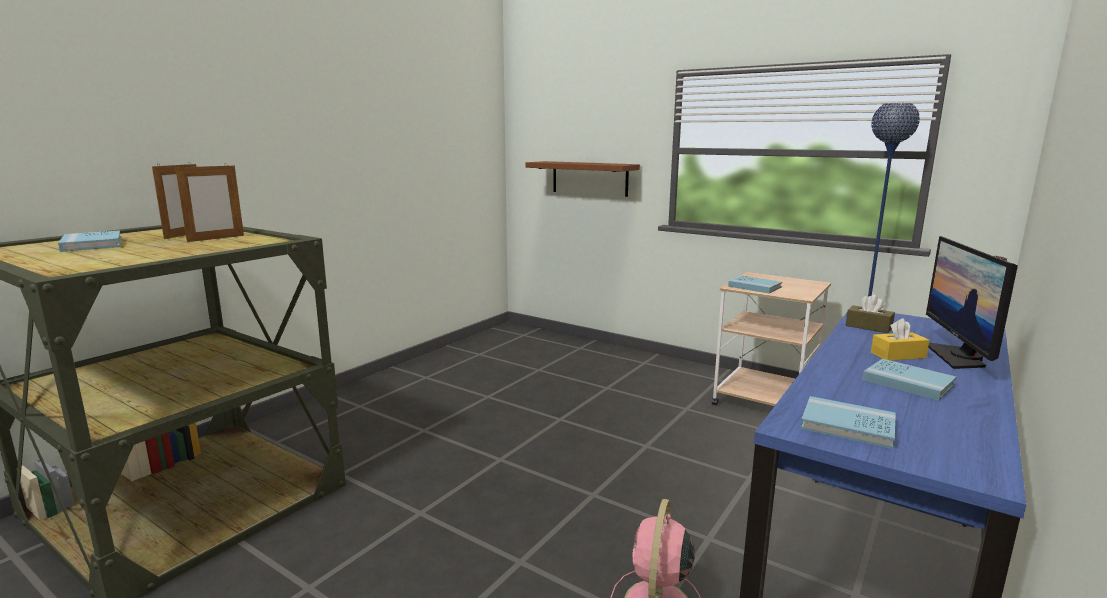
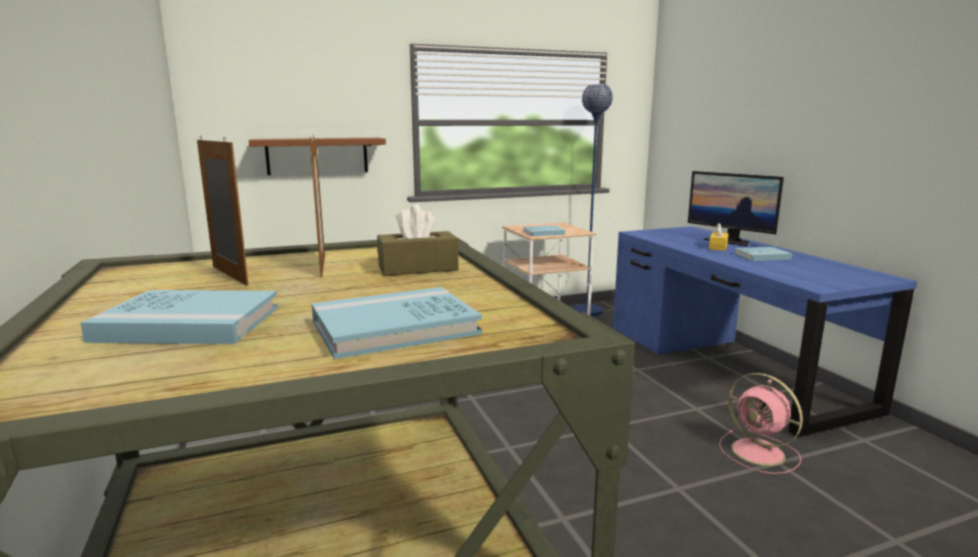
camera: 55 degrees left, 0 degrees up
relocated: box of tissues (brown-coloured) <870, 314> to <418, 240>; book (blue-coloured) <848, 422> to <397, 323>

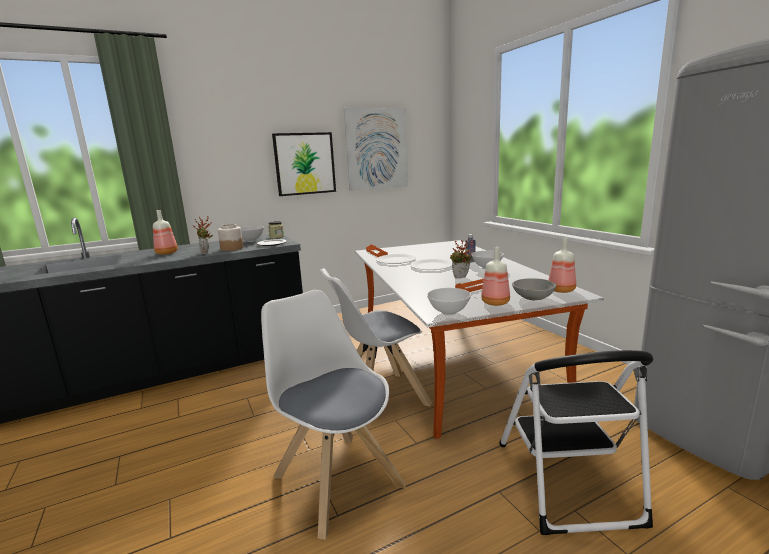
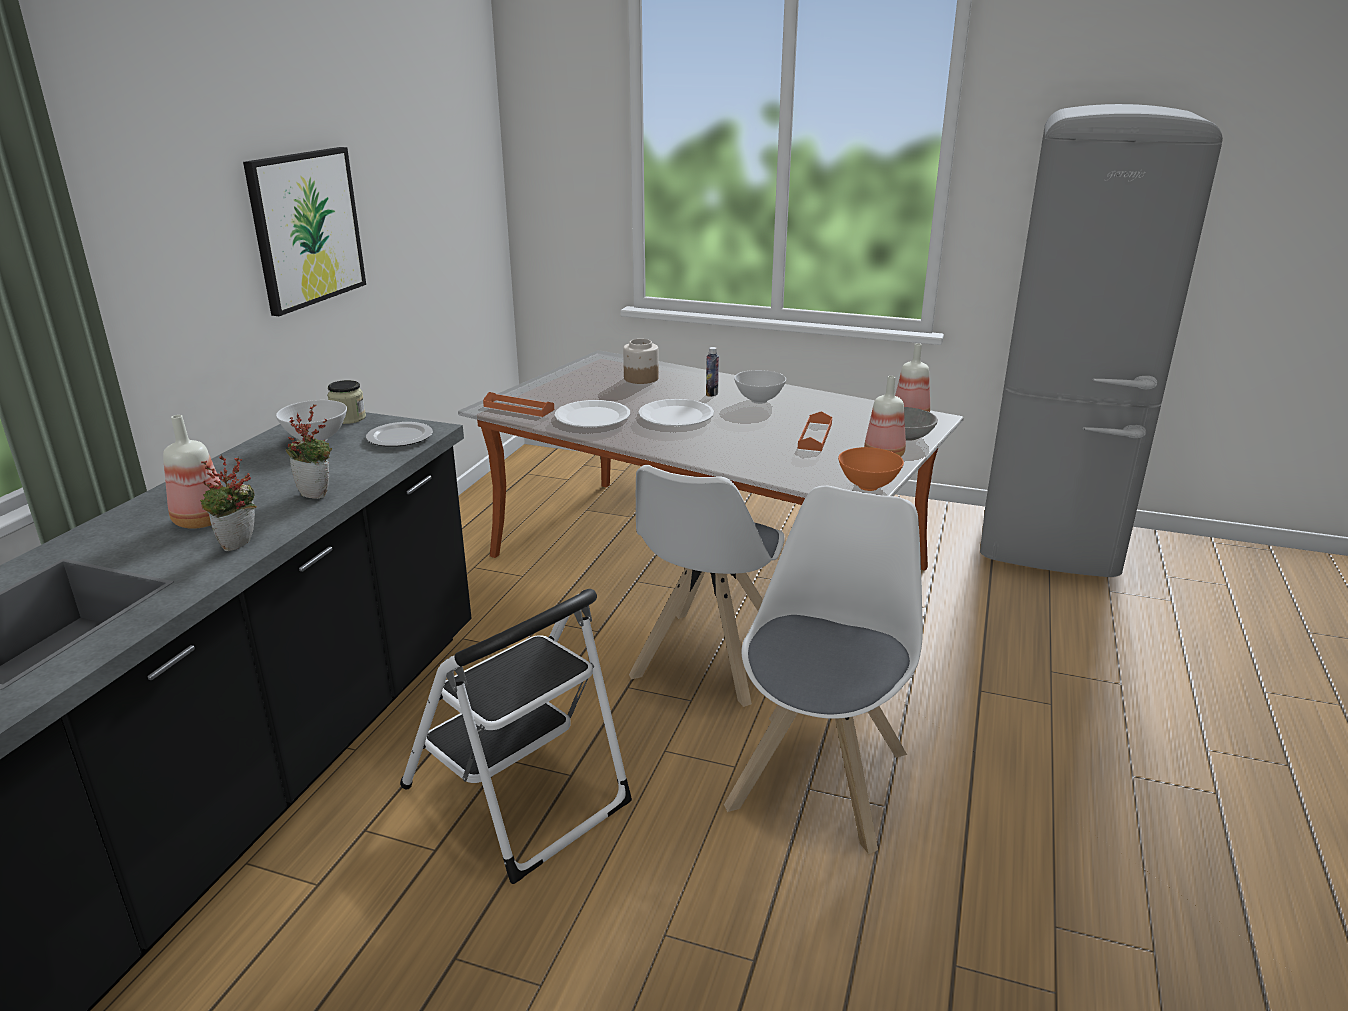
camera: 45 degrees left, 10 degrees up
missing: picture <376, 149>
relocated: preserve jar <230, 237> to <641, 361>; plant in a pot <460, 259> to <228, 503>; step stool <576, 442> to <516, 736>
colour: serving bowl (white) <449, 302> to serving bowl (orangey) <871, 469>
spun: plain chair <333, 415> = <823, 670> 105 degrees clockwise

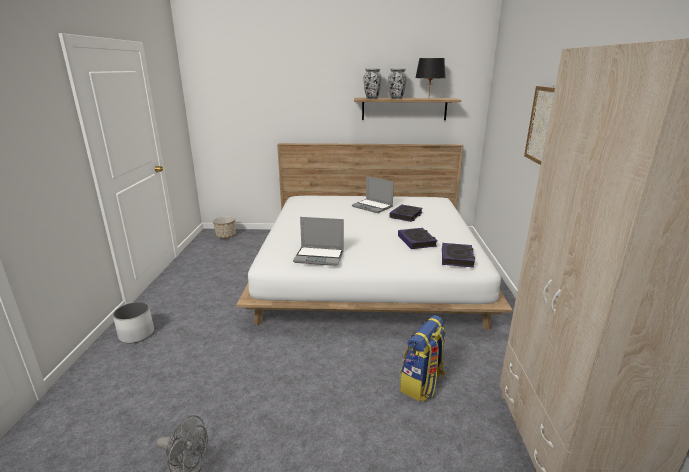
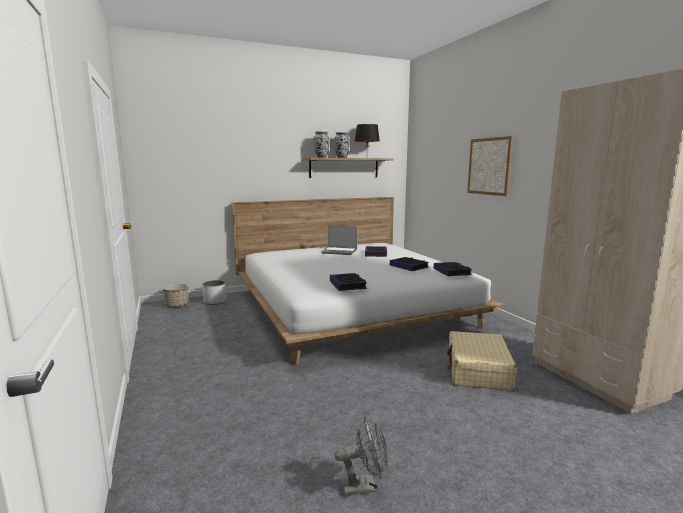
camera: 25 degrees left, 10 degrees down
relocated: plant pot (white) <133, 322> to <214, 292>
exchanged: notebook computer <318, 241> to book <348, 282>; backpack <423, 358> to travel case (beige) <482, 361>

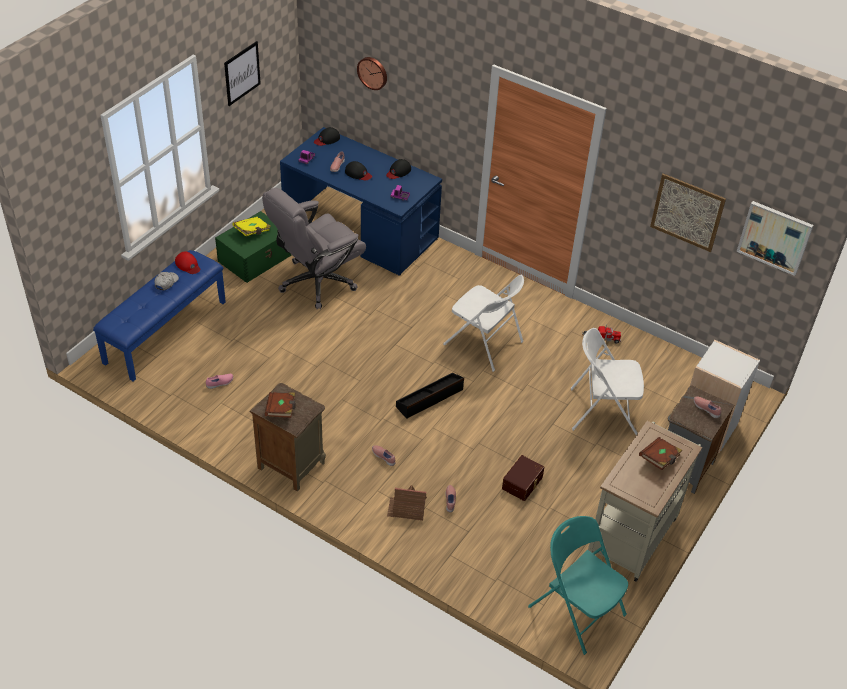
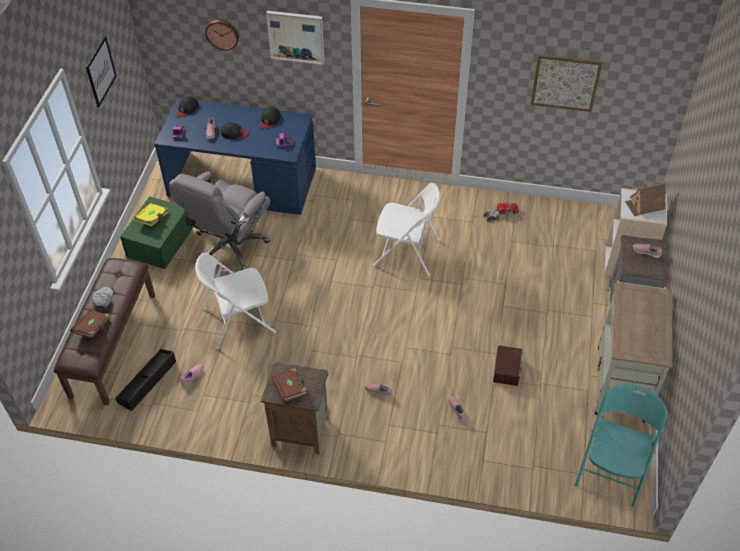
camera: 20 degrees left, 5 degrees up
missing: cap (red-coloured) <187, 262>
relocated: picture <775, 238> to <295, 38>; plain chair (white) <607, 381> to <235, 301>; storage bin (blackish) <430, 396> to <145, 380>; book (brown-coloured) <660, 453> to <90, 323>; miniature house <407, 503> to <645, 199>
colour: indoor bench (blue-coloured) <159, 316> to indoor bench (brown-coloured) <104, 331>
spun: plain chair (blue-green) <578, 585> = <621, 445> 90 degrees clockwise

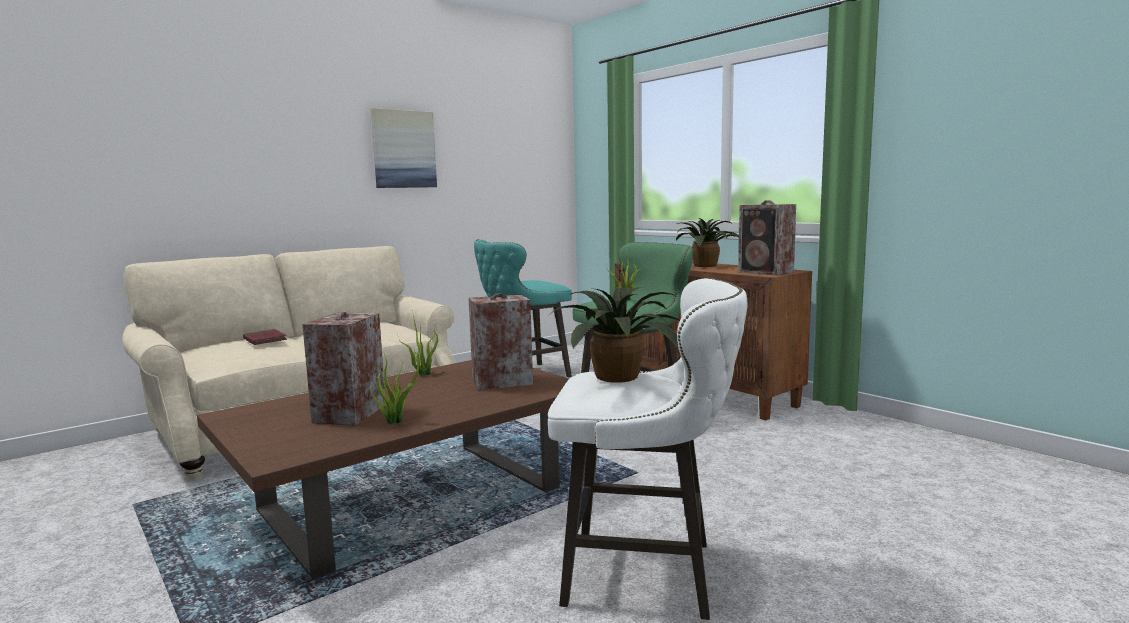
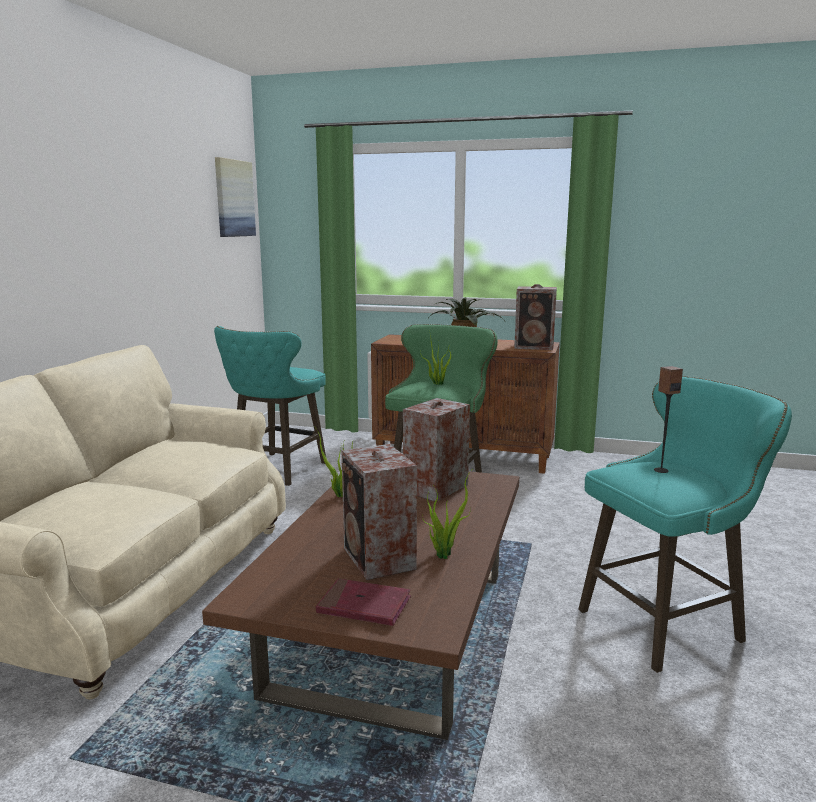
camera: 35 degrees left, 5 degrees up
relocated: picture <404, 148> to <235, 197>; book (red-coloured) <265, 337> to <363, 602>
exchanged: plant in a pot <614, 335> to speaker <668, 419>
colour: sitting stool (white) <648, 449> to sitting stool (blue-green) <685, 524>

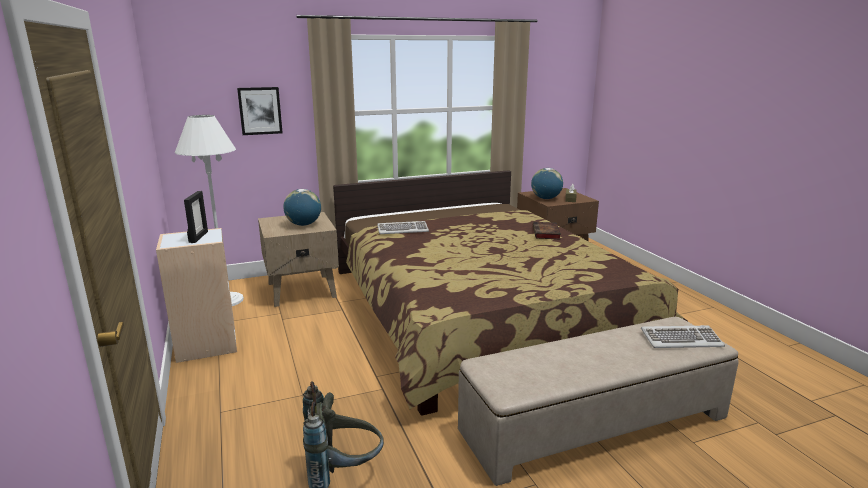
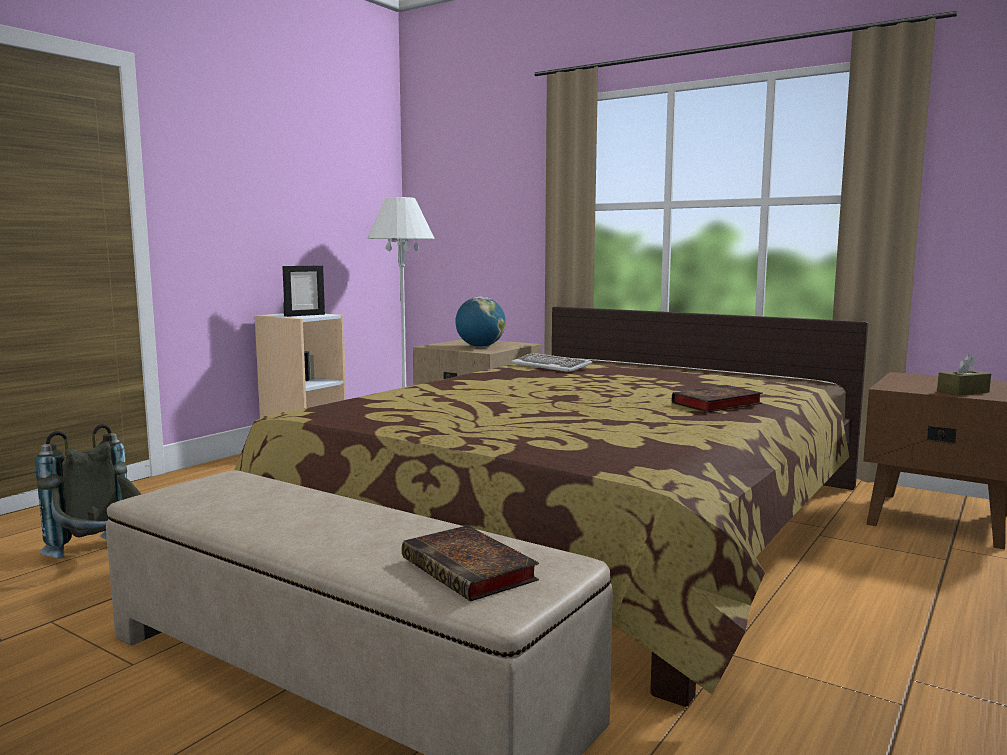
camera: 55 degrees right, 10 degrees down
missing: picture <260, 111>; desk globe <547, 183>
exchanged: PC keyboard <683, 336> to book <470, 563>

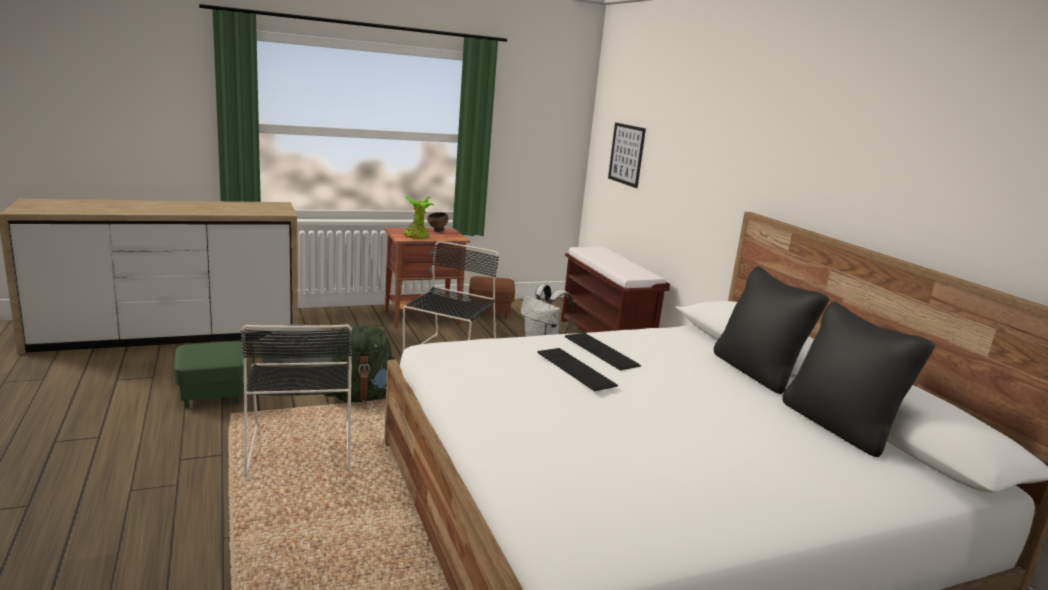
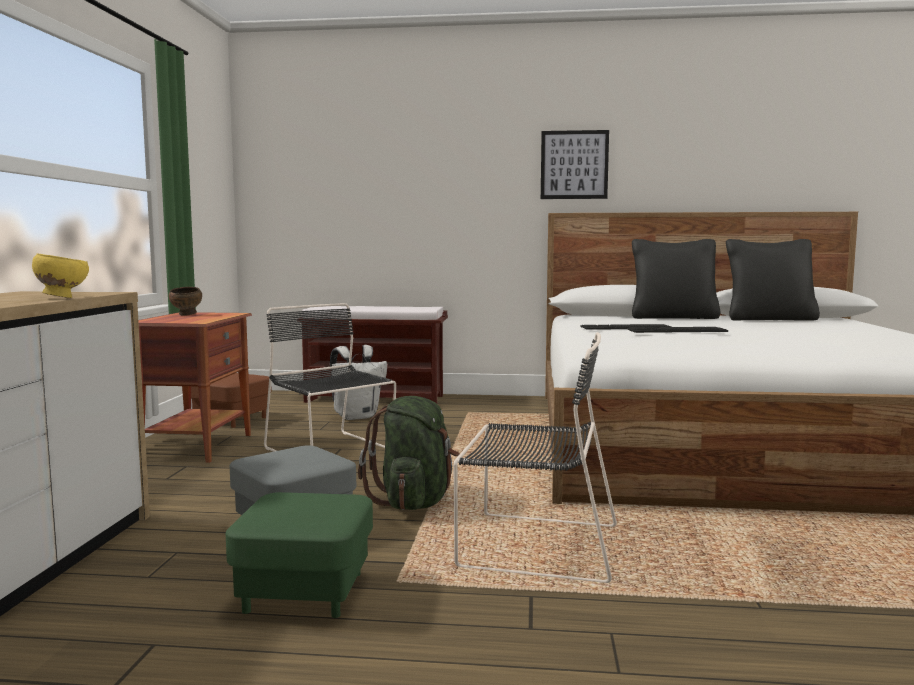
camera: 60 degrees left, 10 degrees down
missing: plant in a pot <419, 217>
appeared: serving bowl (yellow-coloured) <60, 275>
relocated: picture <627, 155> to <575, 164>

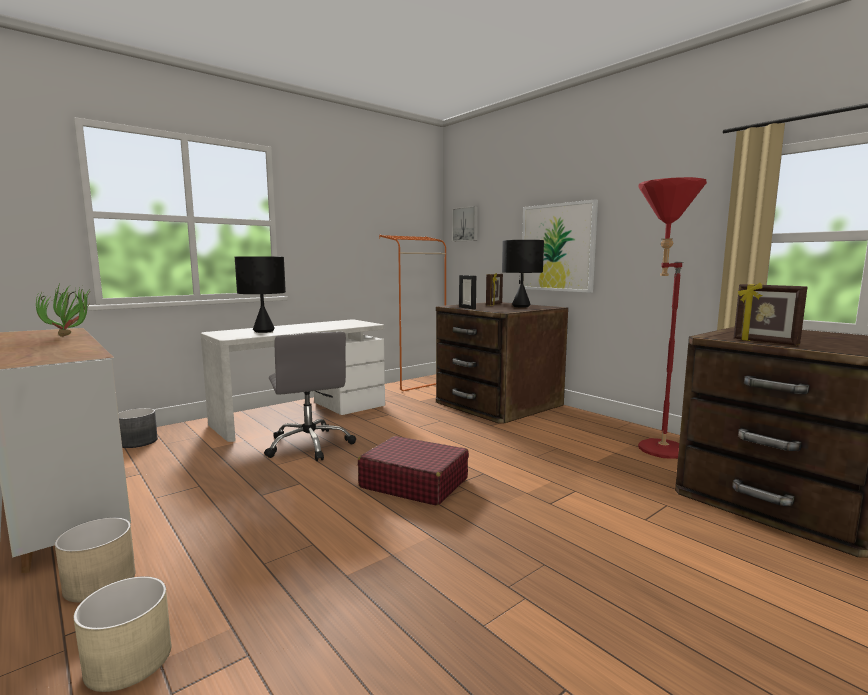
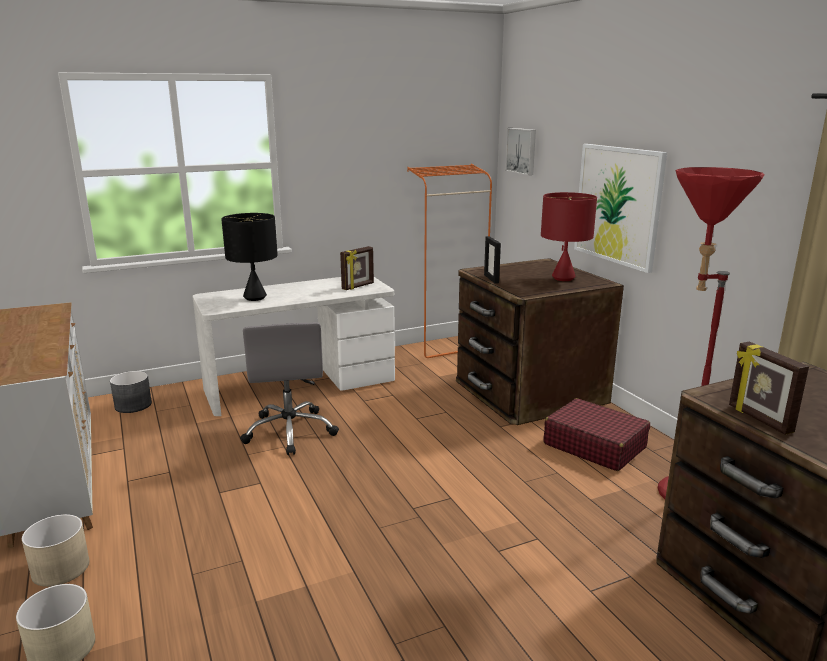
camera: 15 degrees right, 10 degrees up
missing: plant in a pot <63, 309>
relocated: photo frame <494, 289> to <357, 268>; travel case (red-coloured) <413, 471> to <597, 434>
colour: tabletop lamp (blackish) <523, 274> to tabletop lamp (red-coloured) <569, 236>

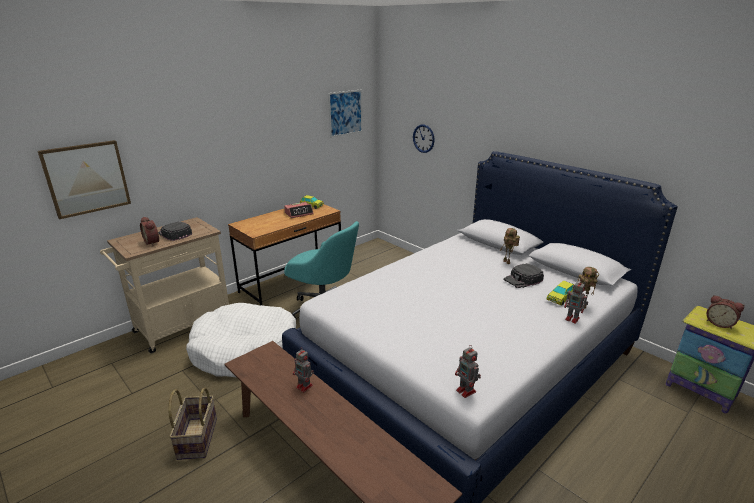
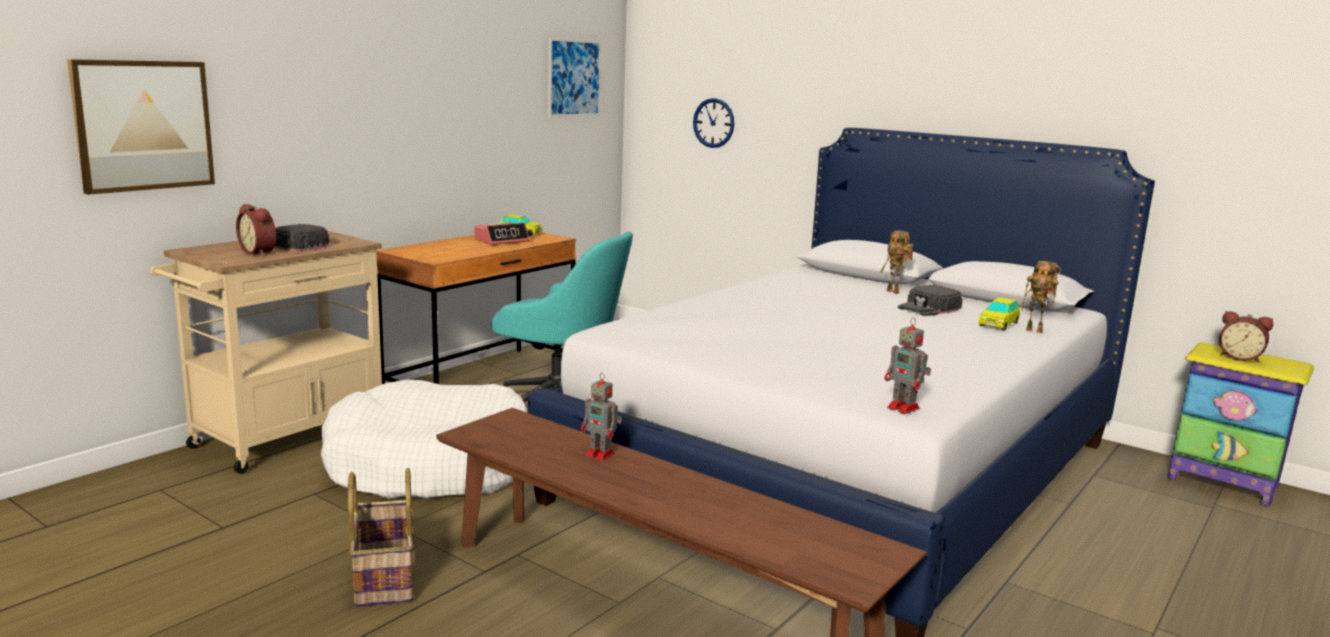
camera: 10 degrees left, 10 degrees down
missing: toy robot <576, 301>

